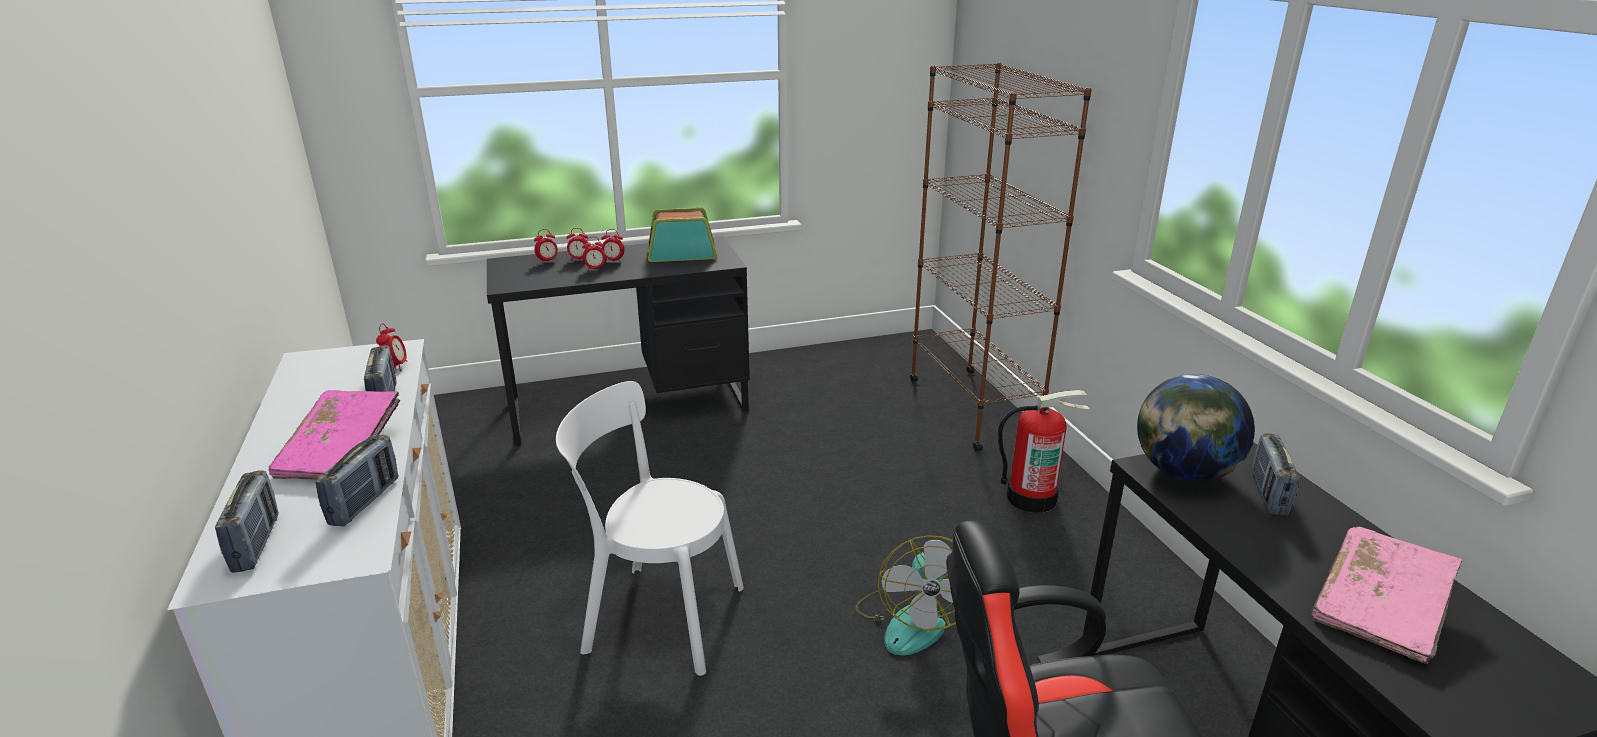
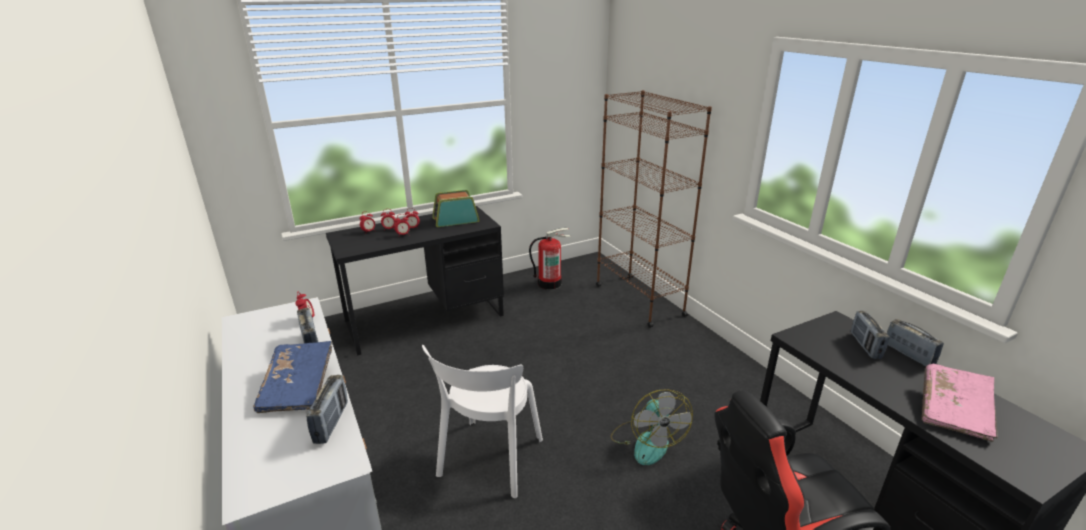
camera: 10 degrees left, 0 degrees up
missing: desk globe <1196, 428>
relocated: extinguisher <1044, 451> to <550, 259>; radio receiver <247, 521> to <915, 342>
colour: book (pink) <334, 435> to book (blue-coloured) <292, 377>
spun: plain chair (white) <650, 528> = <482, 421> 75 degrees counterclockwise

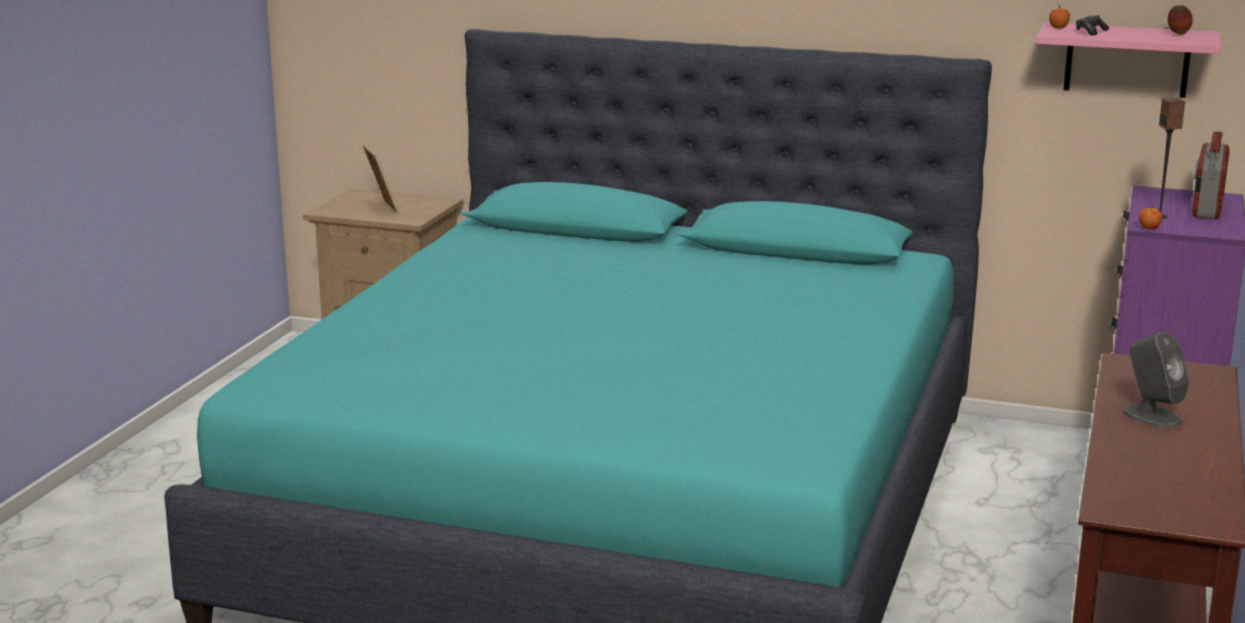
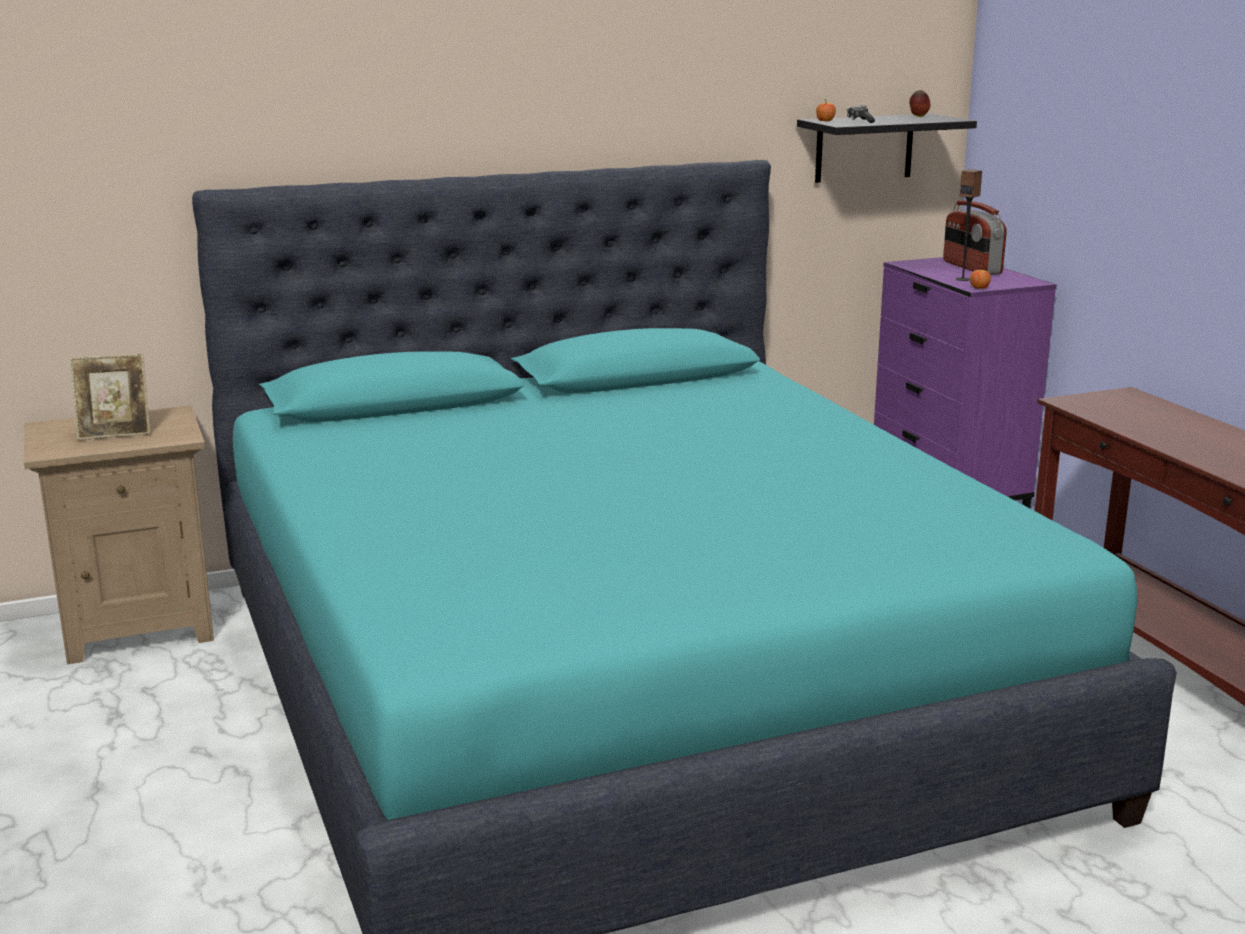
camera: 40 degrees left, 0 degrees up
missing: speaker (grey) <1156, 380>
colour: wall shelf (pink) <1129, 60> to wall shelf (blackish) <887, 148>
spun: photo frame <381, 179> = <110, 397> 135 degrees clockwise

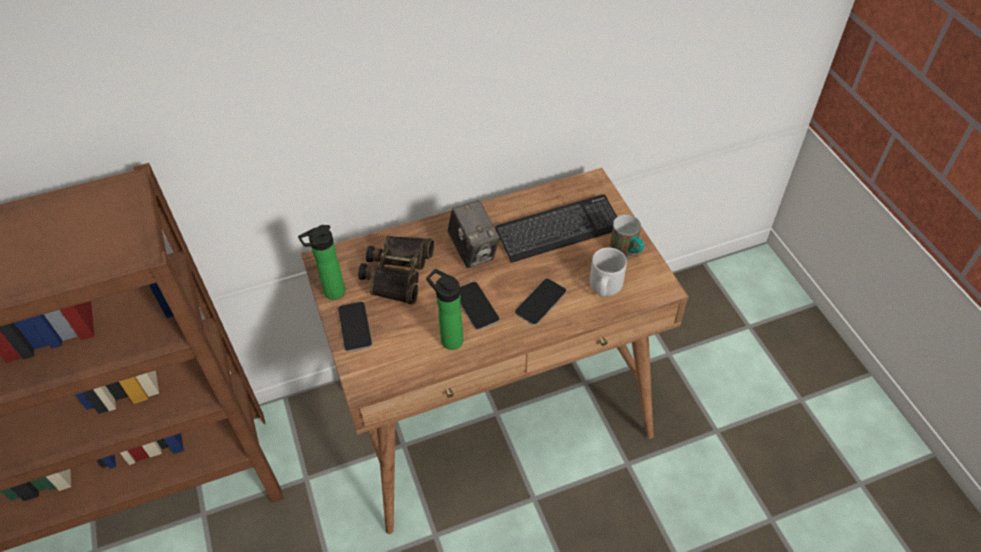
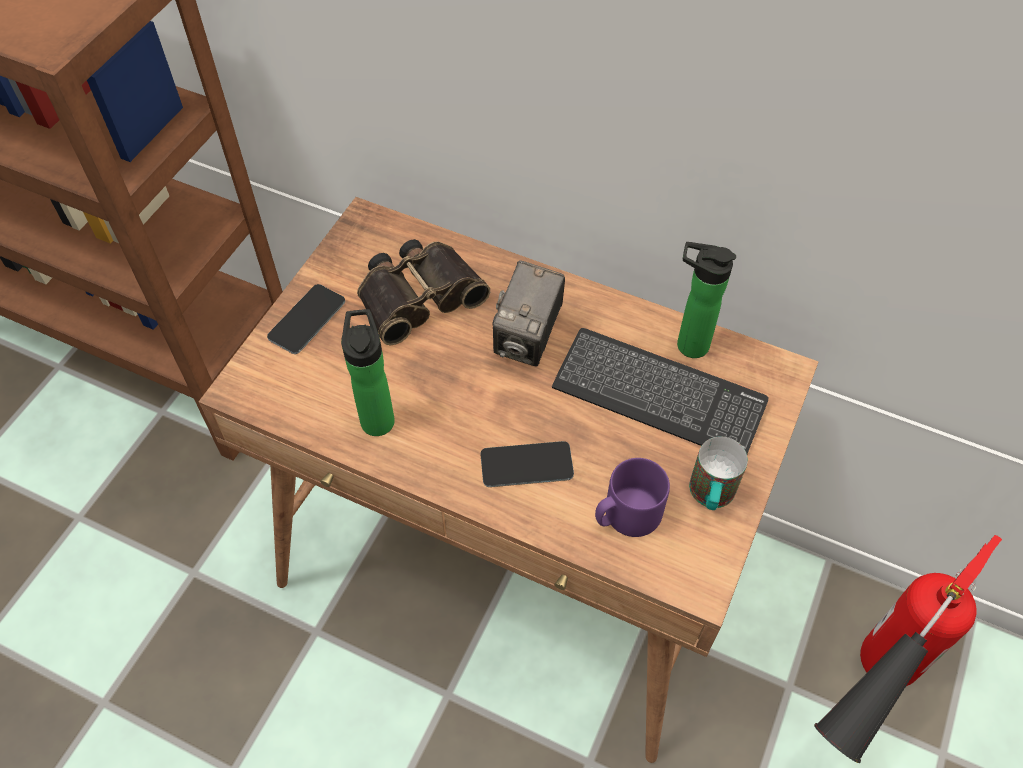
camera: 45 degrees right, 5 degrees up
missing: phone <479, 306>
appeared: extinguisher <908, 649>
relocated: beverage bottle <321, 262> to <706, 300>
colour: coffee mug (grey) <608, 272> to coffee mug (purplish) <632, 497>

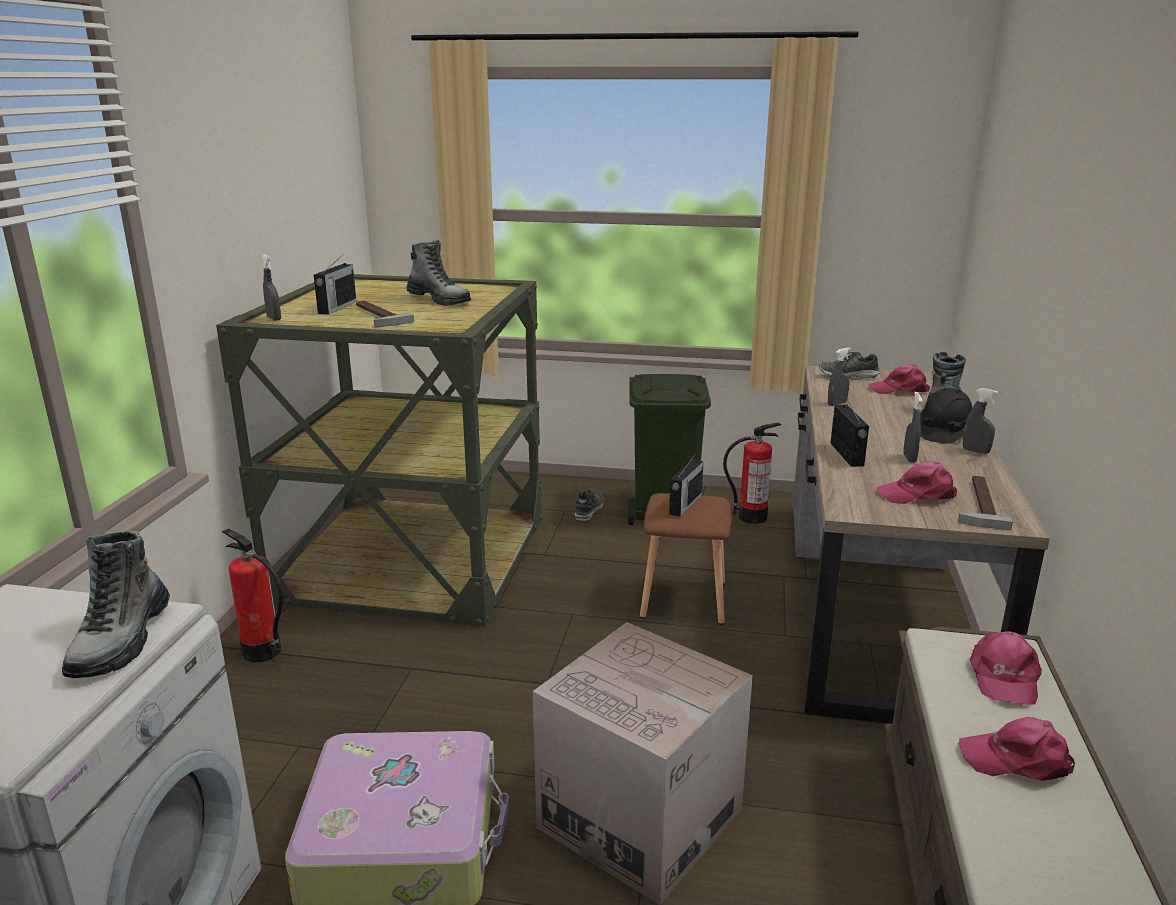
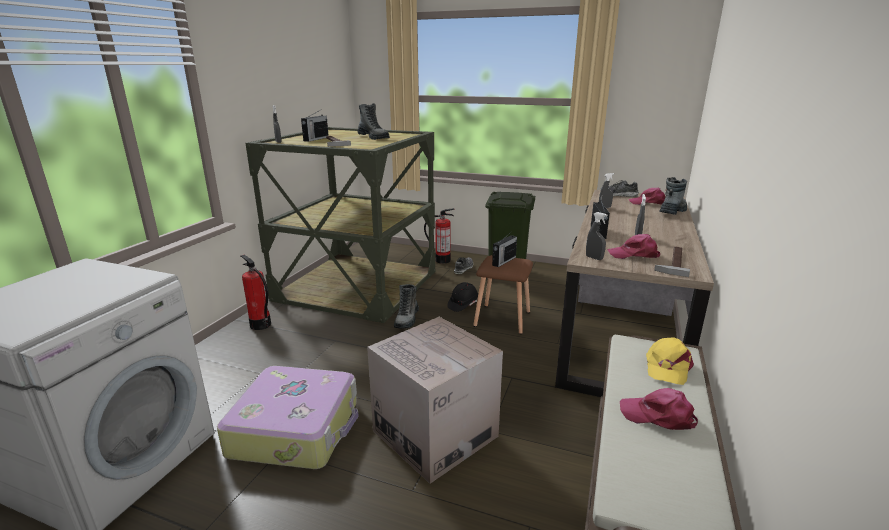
camera: 10 degrees right, 0 degrees up
relocated: hard hat (blackish) <946, 416> to <462, 297>; sprayer (grey) <980, 421> to <596, 236>; extinguisher <752, 473> to <439, 236>; high-top boot <116, 604> to <406, 306>
colour: cap (pink) <1006, 668> to cap (yellow-coloured) <670, 361>

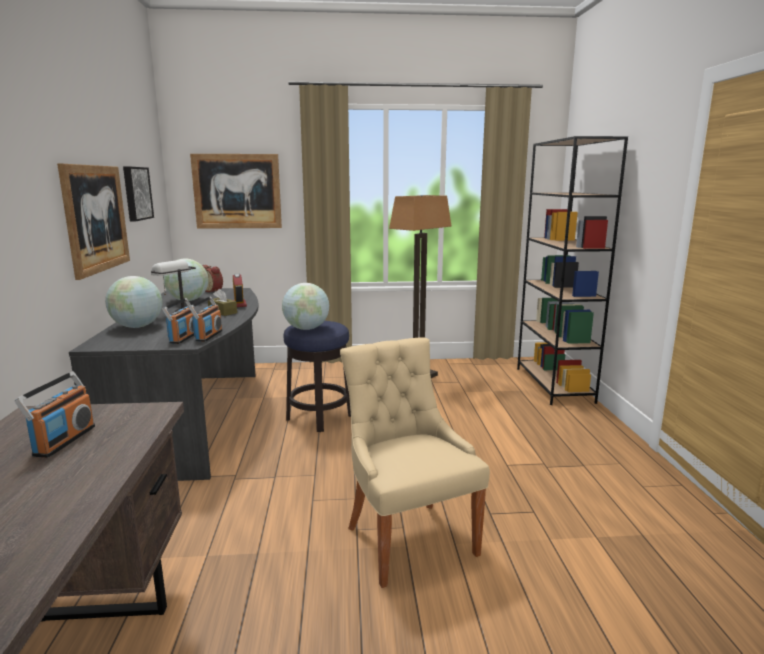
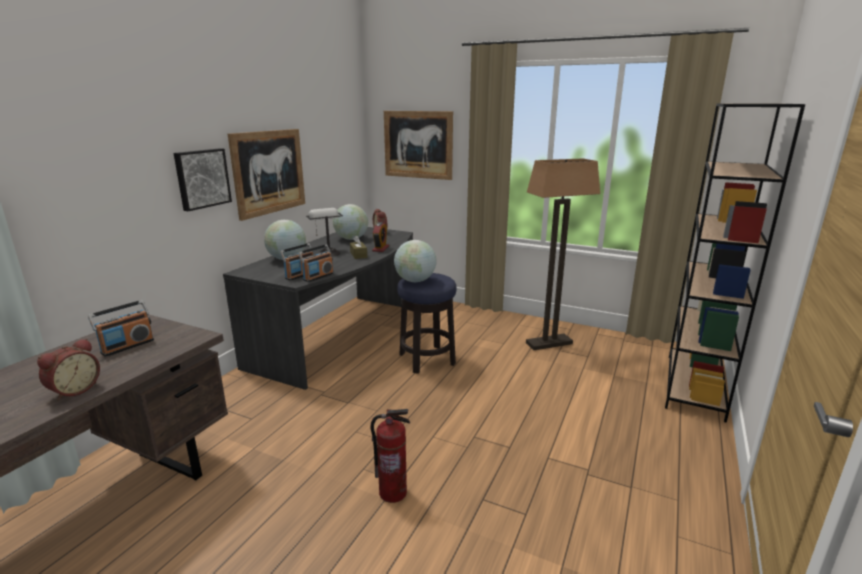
camera: 30 degrees right, 5 degrees up
appeared: table clock <68, 369>
relocated: picture <138, 193> to <203, 179>
exchanged: plain chair (beige) <415, 463> to extinguisher <390, 456>

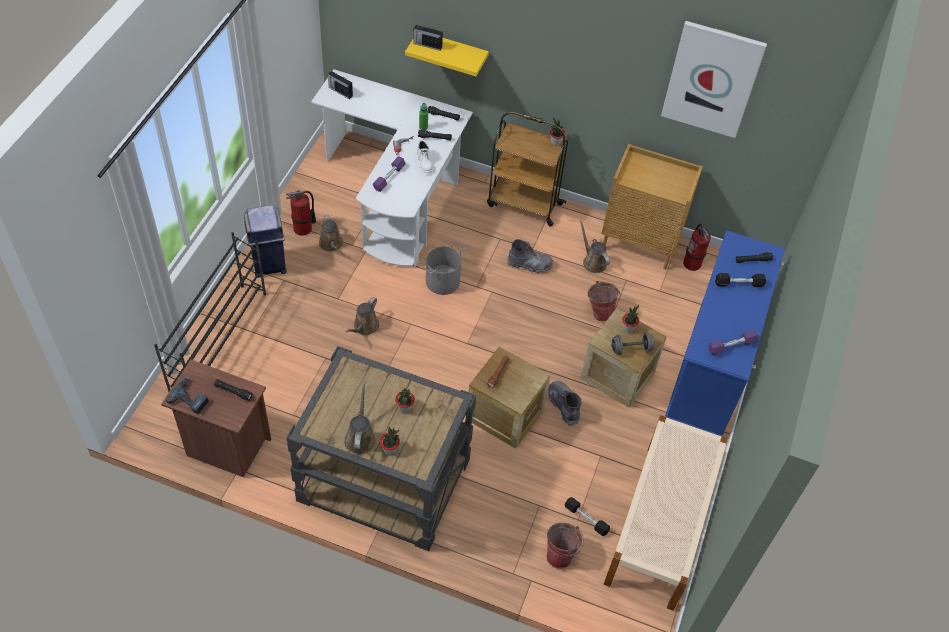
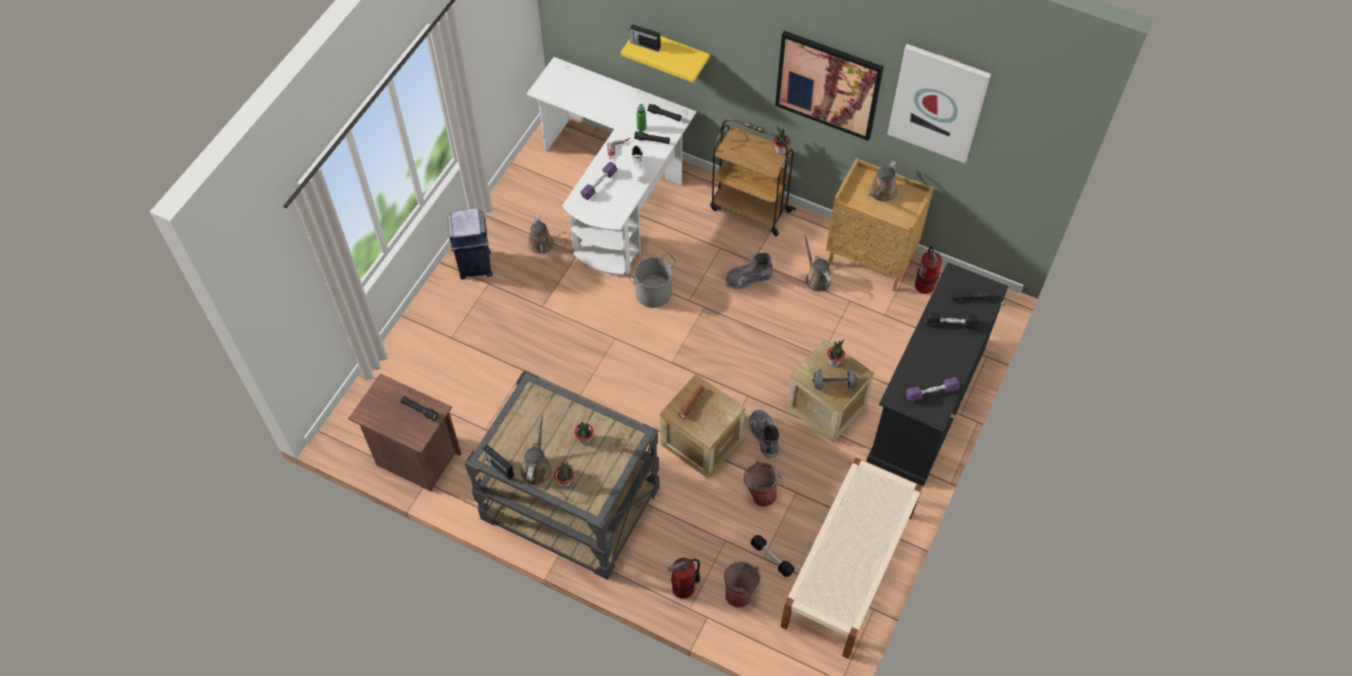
camera: 10 degrees right, 5 degrees up
missing: shoe rack (blackish) <210, 312>; electric drill <187, 395>
appeared: picture <829, 86>
relocated: radio receiver <340, 85> to <498, 462>; extinguisher <301, 213> to <684, 578>; pail <604, 301> to <762, 484>; watering can (brown-coloured) <362, 316> to <883, 181>
colour: storage cabinet (blue-coloured) <725, 333> to storage cabinet (blackish) <937, 374>
spun: high-top boot (grey) <530, 256> = <749, 271> 150 degrees clockwise

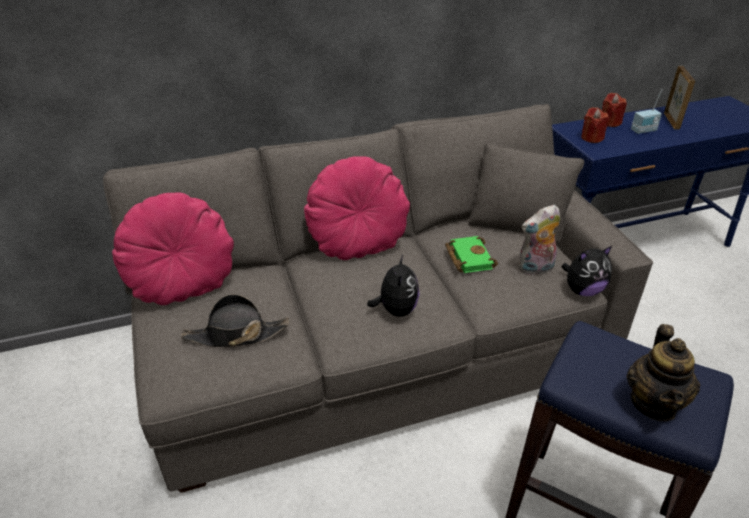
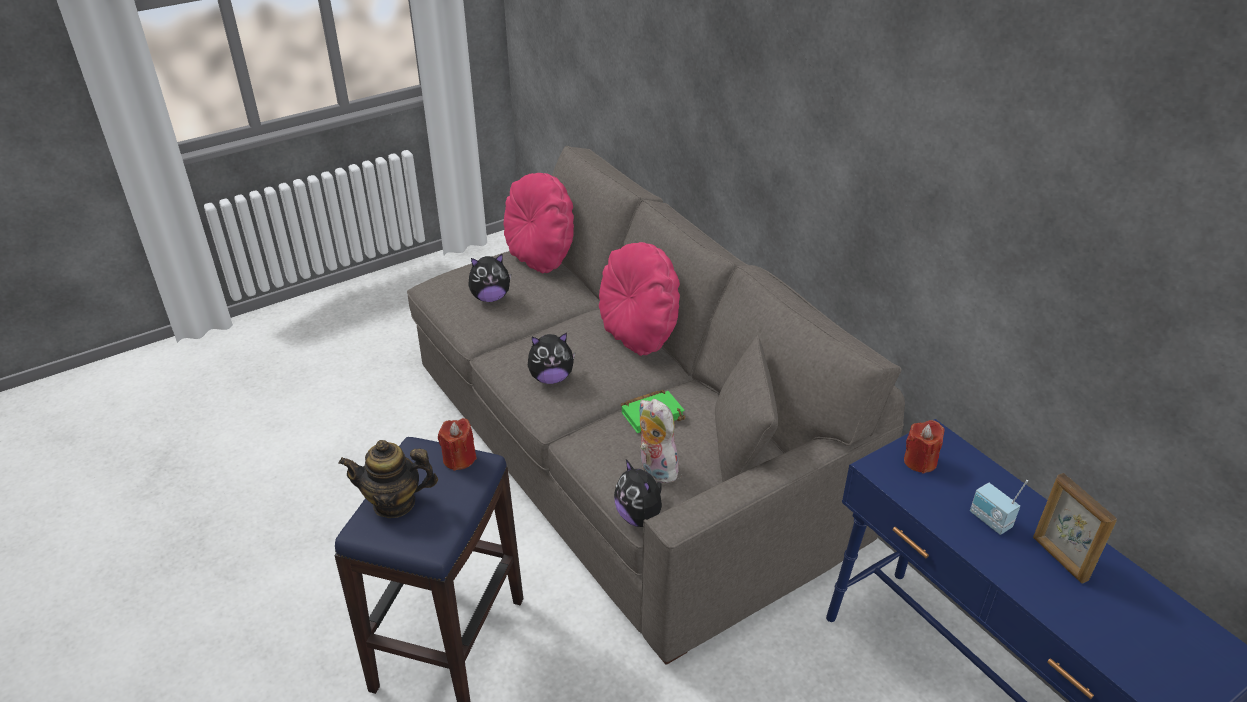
camera: 75 degrees right, 0 degrees up
relocated: wax light (red-coloured) <614, 110> to <457, 444>
exchanged: wearable hat (blackish) <235, 320> to cuddly toy <489, 278>
spun: photo frame <679, 98> = <1075, 528> 75 degrees clockwise

